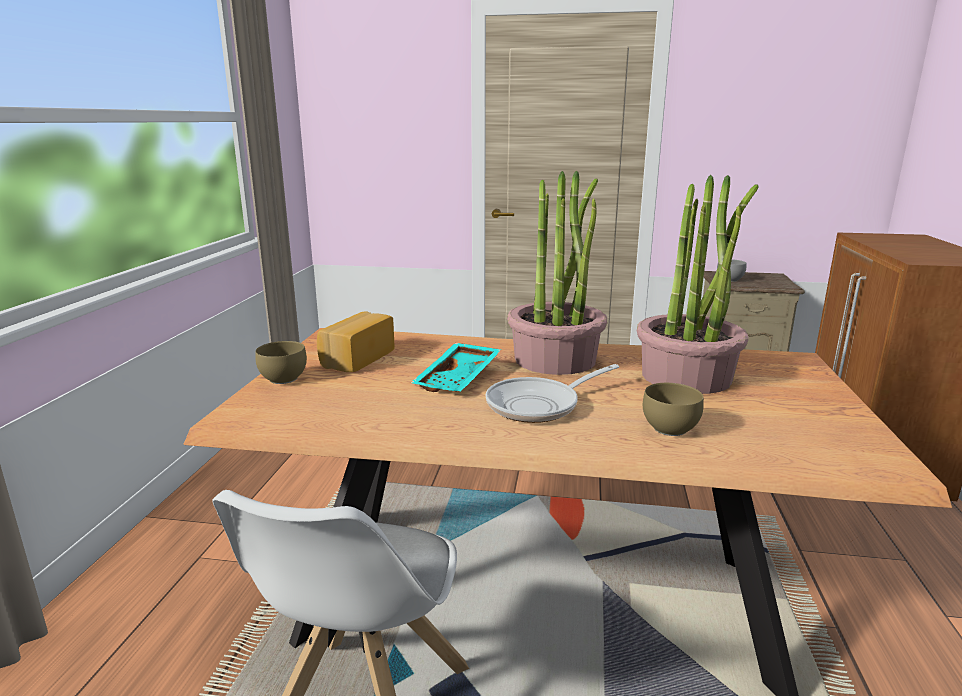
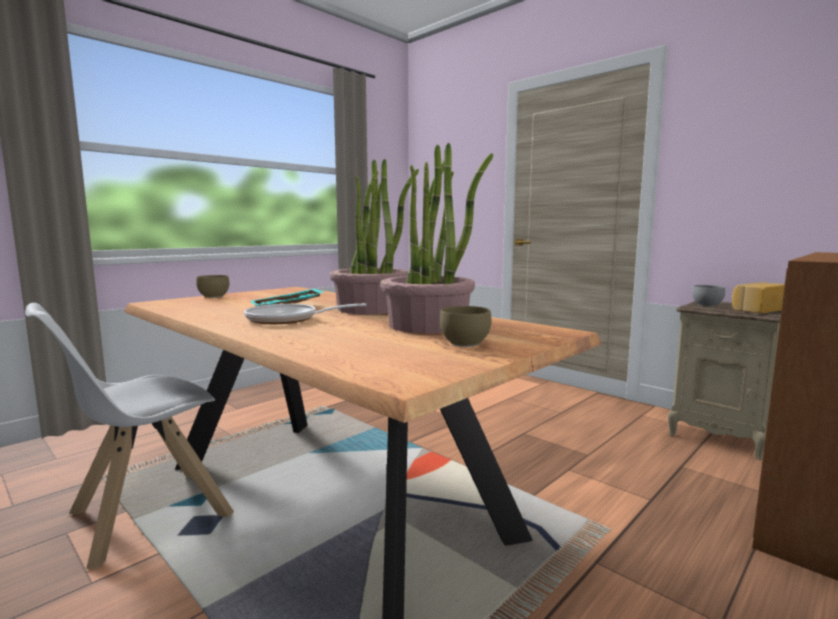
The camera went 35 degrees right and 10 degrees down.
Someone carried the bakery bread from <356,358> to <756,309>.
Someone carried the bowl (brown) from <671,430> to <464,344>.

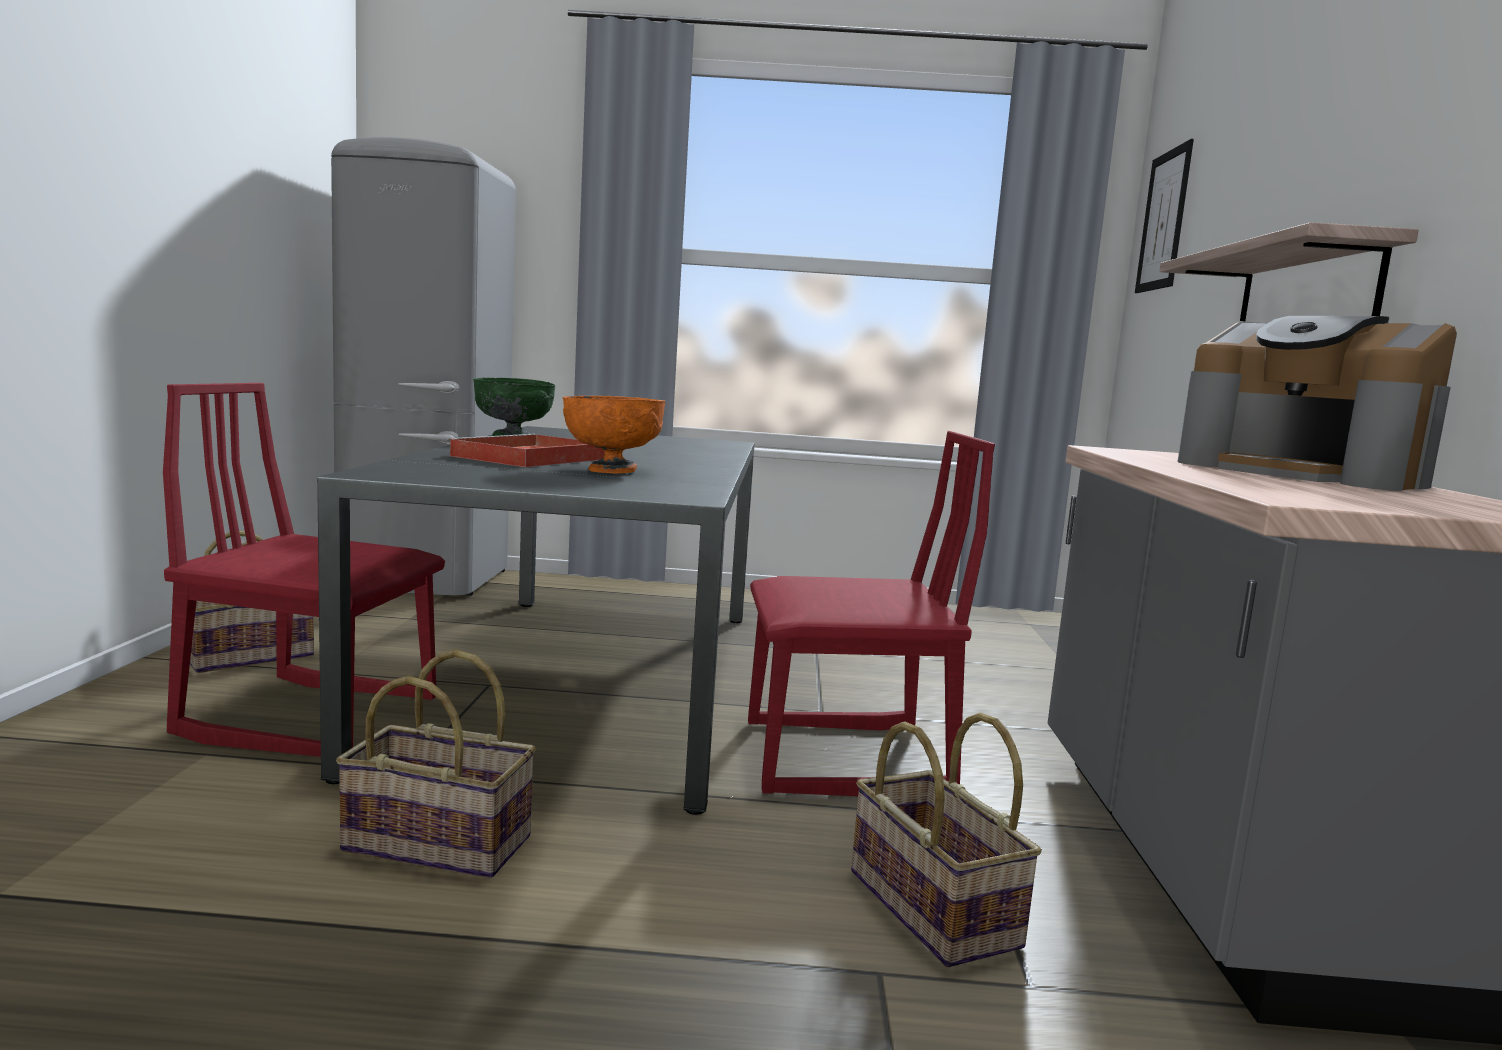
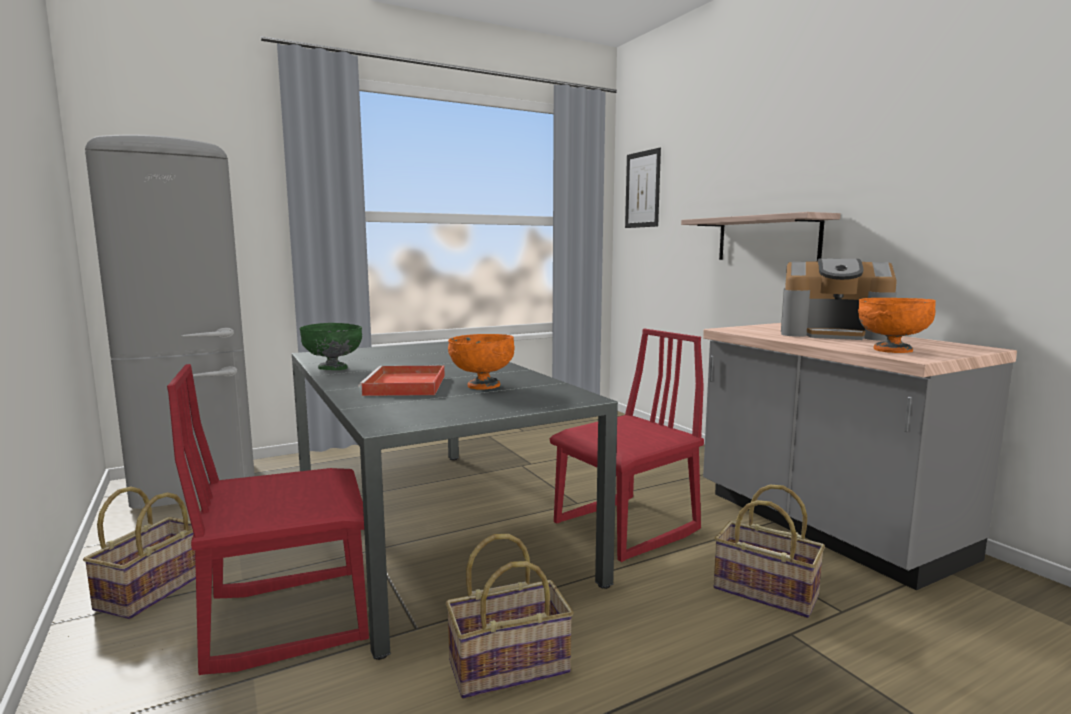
The camera went 30 degrees left and 0 degrees up.
Someone put down the bowl (orangey) at <891,350>.

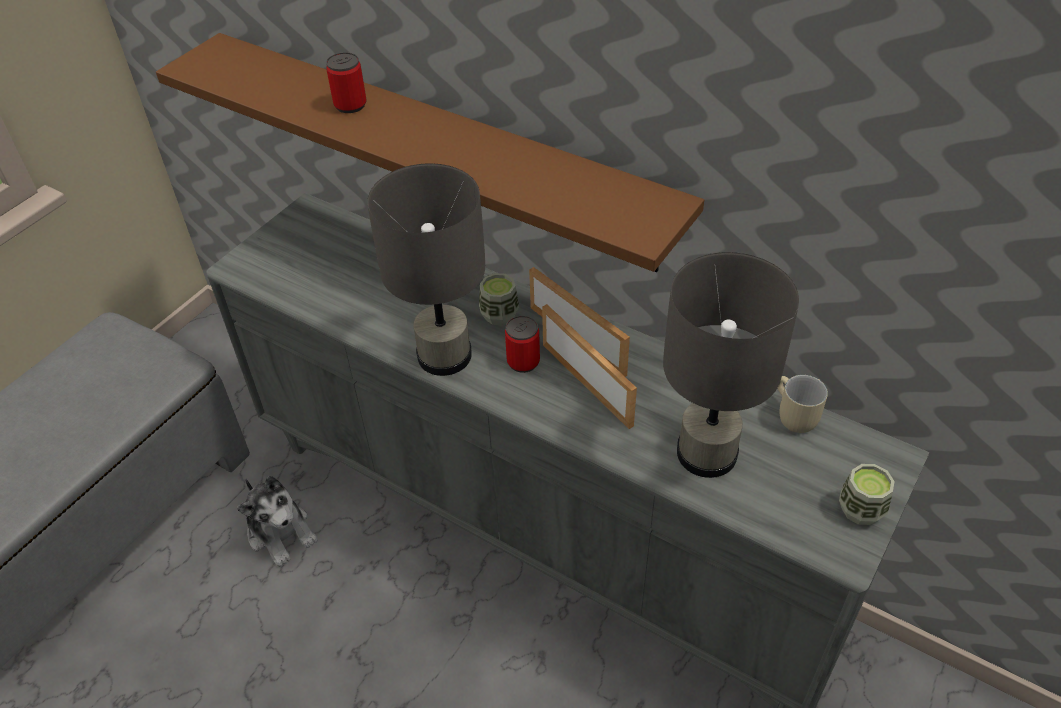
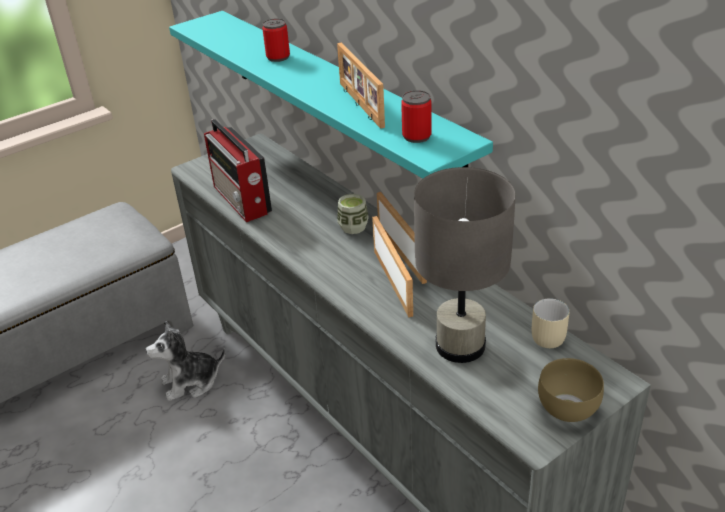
The camera went 20 degrees right and 10 degrees down.
Someone took away the table lamp (gray) at <445,356>.
Someone put down the radio set at <242,200>.
Someone put down the standing frame at <359,105>.
Someone carried the can from <523,361> to <416,136>.
Someone swapped the small cup at <860,509> for the bowl (brown) at <567,411>.
Someone repainted the wall shelf (brown) at <438,148>, which became the wall shelf (turquoise) at <336,98>.
Someone rotated the plush toy at <281,532> by 90 degrees clockwise.

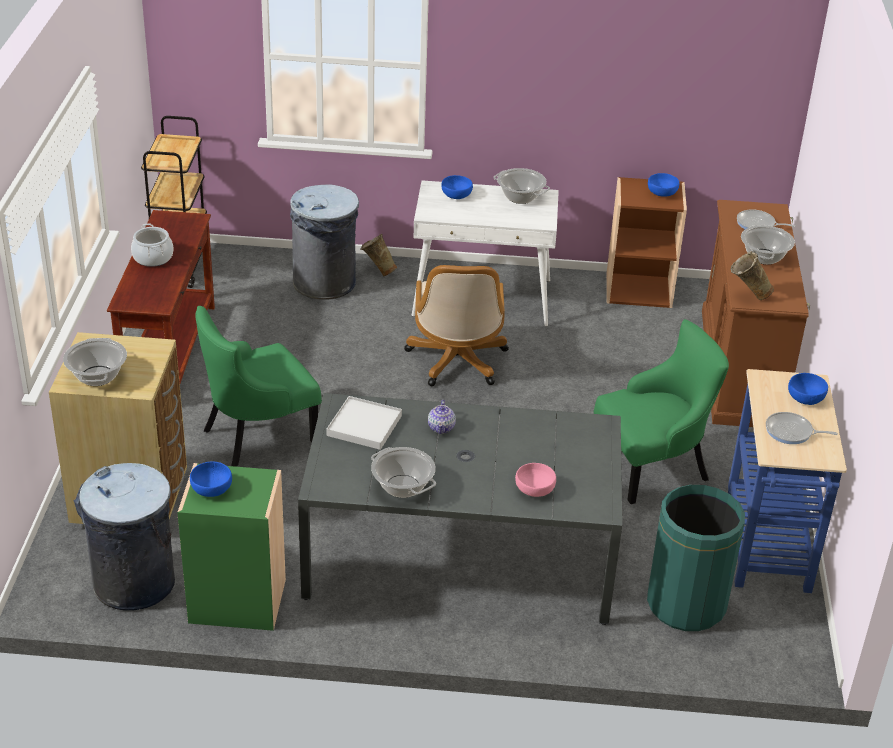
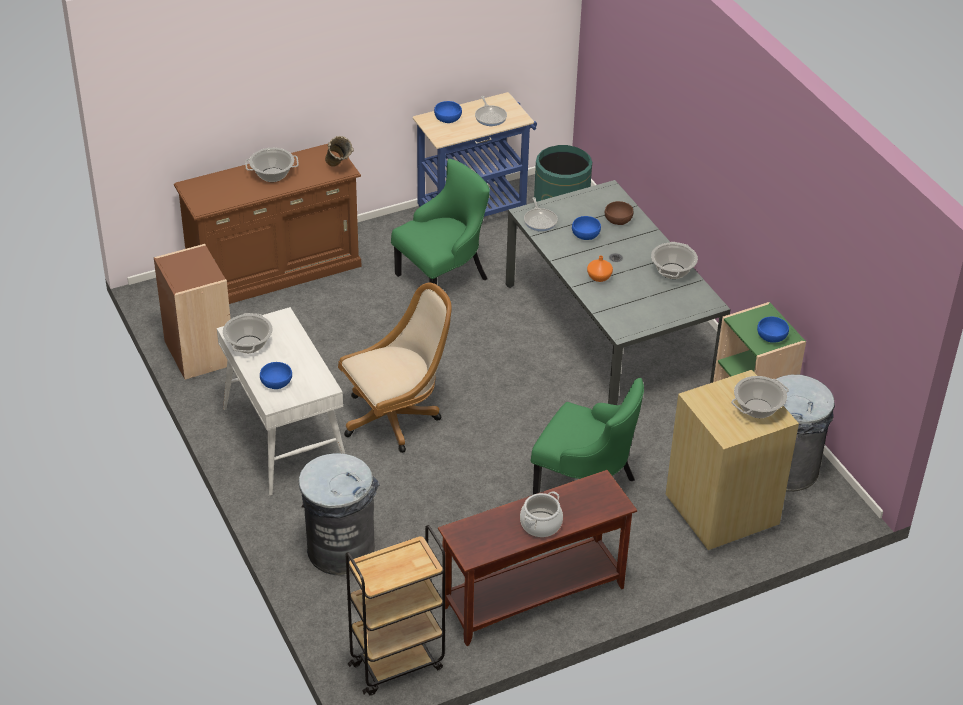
The camera went 120 degrees left and 5 degrees up.
Someone took away the serving tray (white) at <364,426>.
Someone took away the vase (beige-coloured) at <378,272>.
Someone carried the bowl (blue-coloured) from <662,193> to <585,234>.
Someone carried the pan from <757,224> to <540,220>.
Someone swapped the pot for tea at <441,427> for the vase (orangey) at <598,277>.
Someone repainted the bowl (pink) at <535,489>, which became the bowl (brown) at <618,219>.
Someone rotated the plain chair (green-coloured) at <650,470> by 105 degrees clockwise.

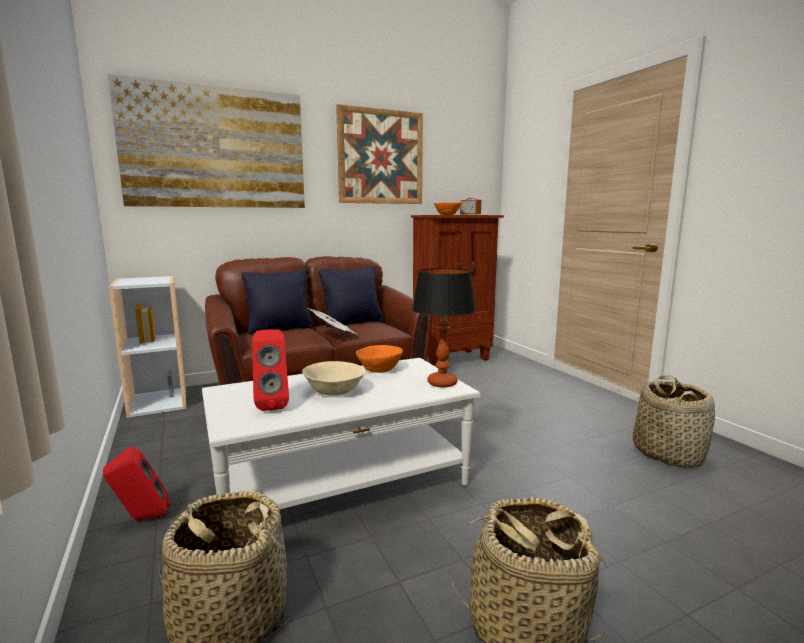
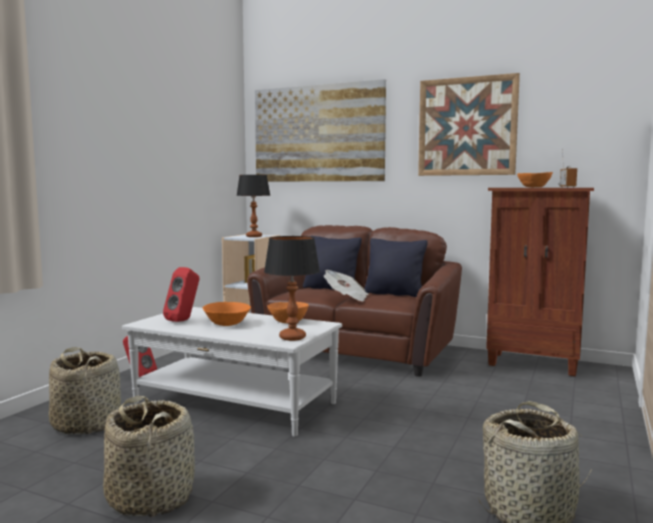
The camera went 50 degrees right and 5 degrees down.
Someone put down the table lamp at <253,236>.
Someone repainted the bowl (beige-coloured) at <333,391>, which became the bowl (orangey) at <226,323>.

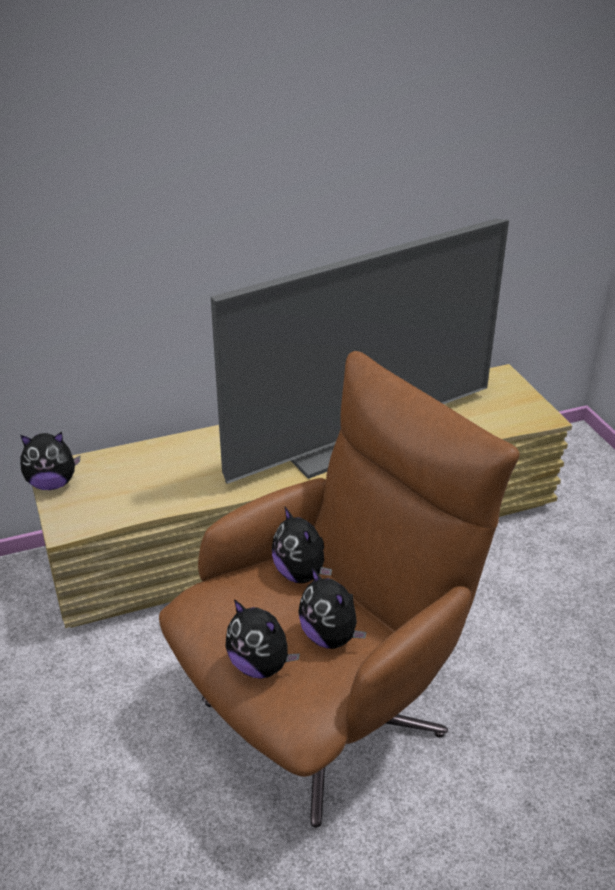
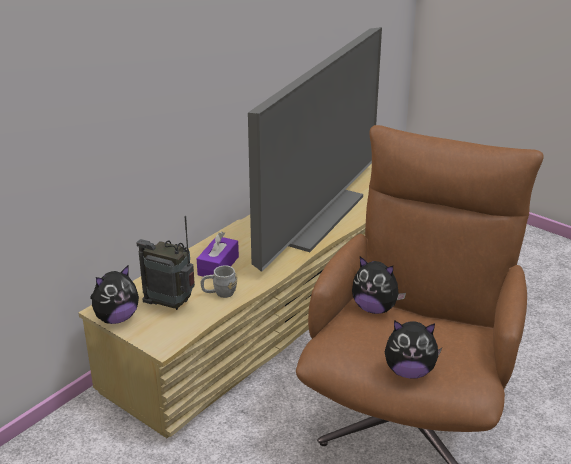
The camera went 30 degrees left and 5 degrees down.
Someone took away the plush toy at <330,637>.
Someone put down the radio set at <170,304>.
Someone put down the box of tissues (purple) at <218,266>.
Someone put down the tea mug (gray) at <219,293>.

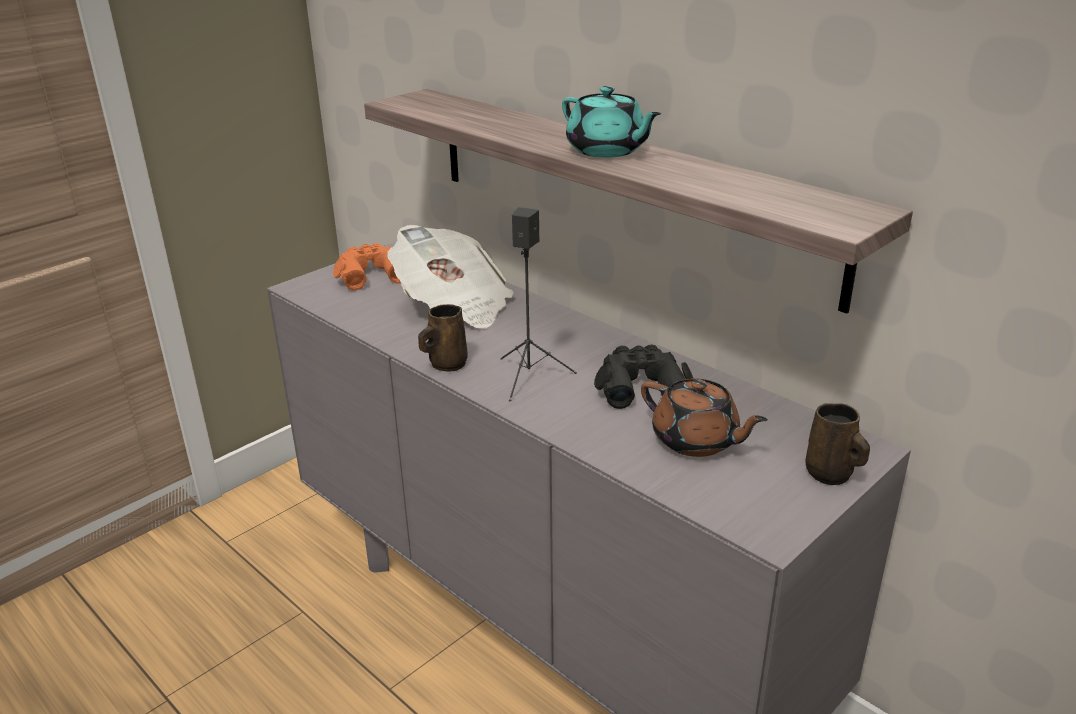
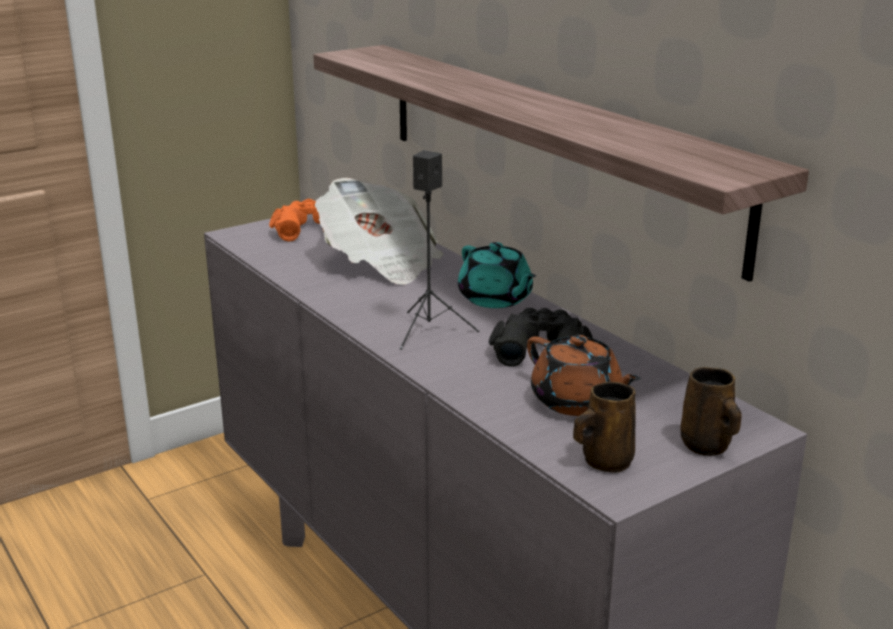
The camera went 10 degrees right and 5 degrees down.
Someone carried the tea mug (brown) from <446,364> to <604,461>.
Someone carried the pot for tea (turquoise) from <607,150> to <495,299>.

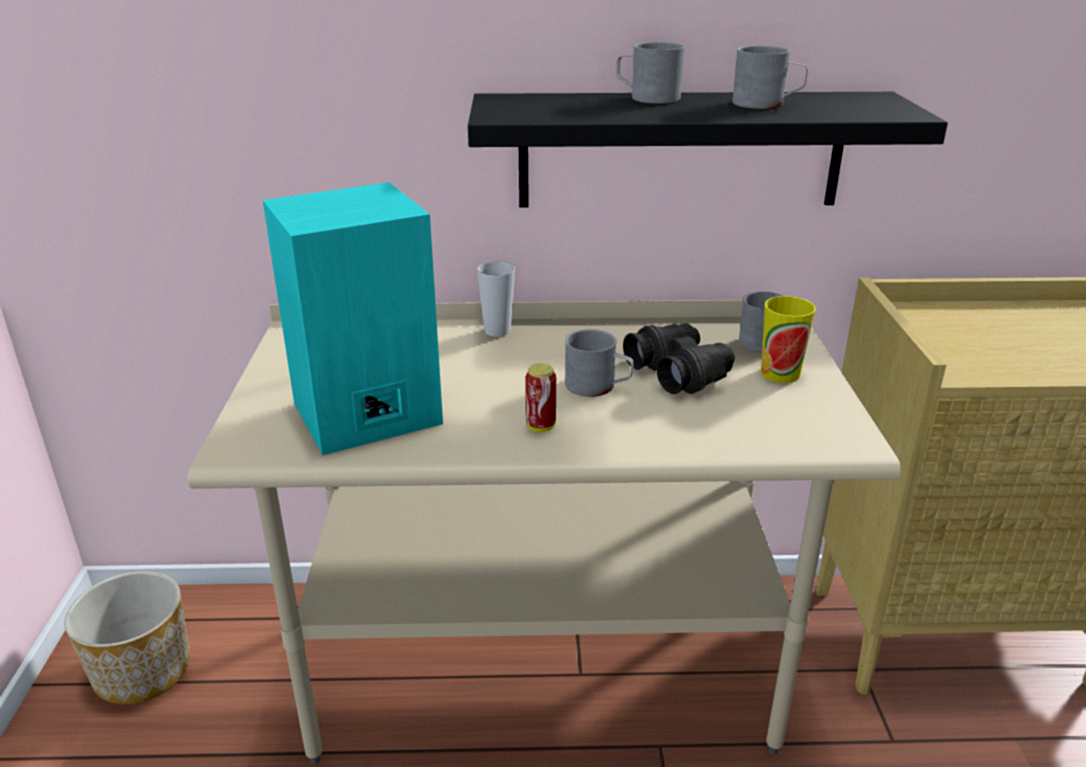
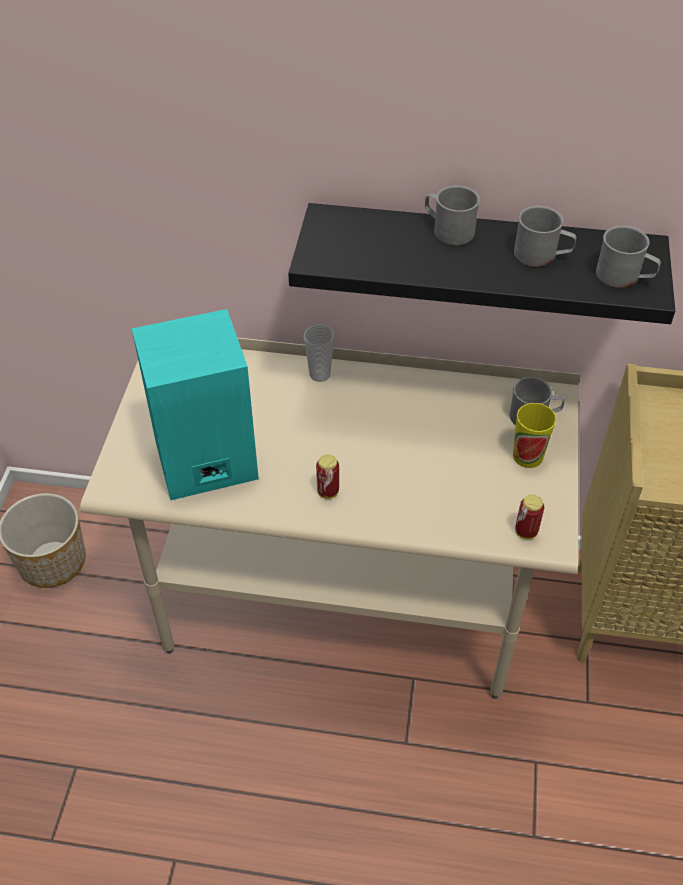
The camera went 10 degrees right and 20 degrees up.
Someone took away the pair of binoculars (black) at <679,372>.
Someone put down the can at <526,532>.
Someone carried the tea mug (gray) from <597,386> to <624,277>.

